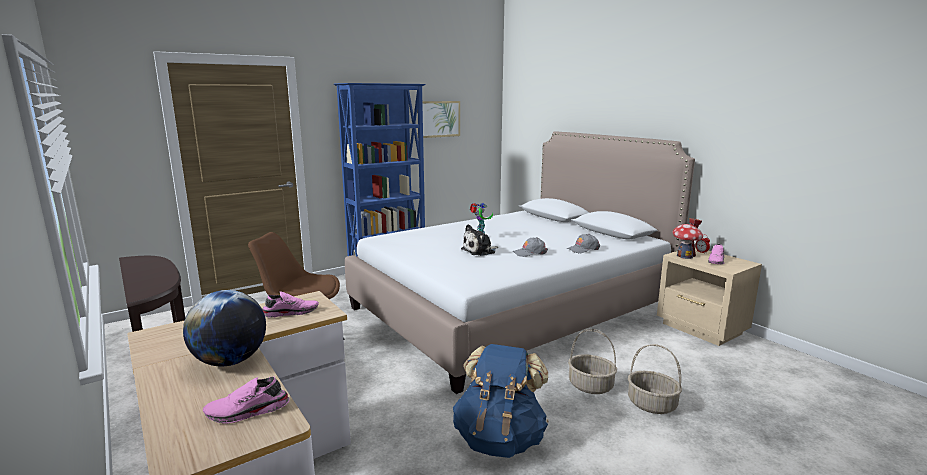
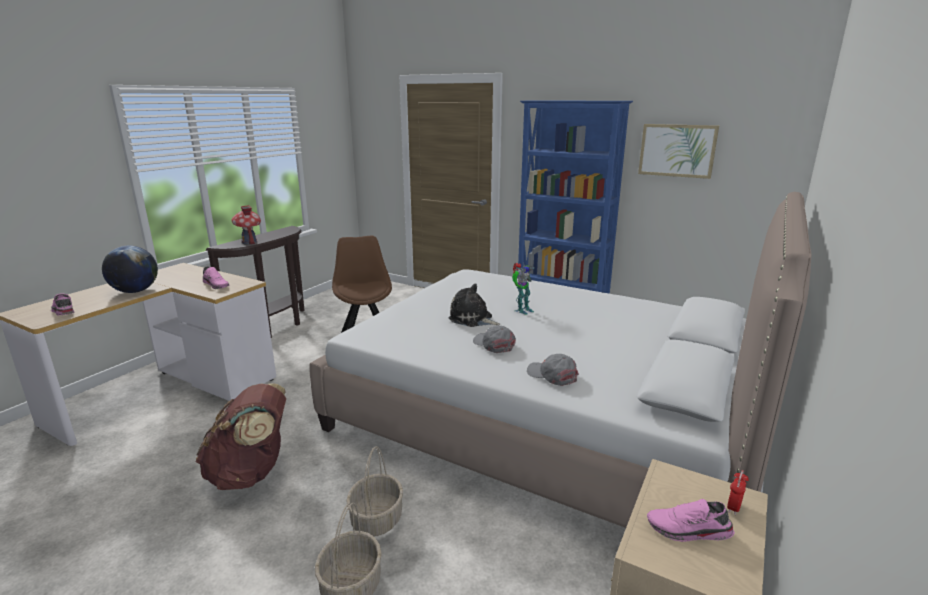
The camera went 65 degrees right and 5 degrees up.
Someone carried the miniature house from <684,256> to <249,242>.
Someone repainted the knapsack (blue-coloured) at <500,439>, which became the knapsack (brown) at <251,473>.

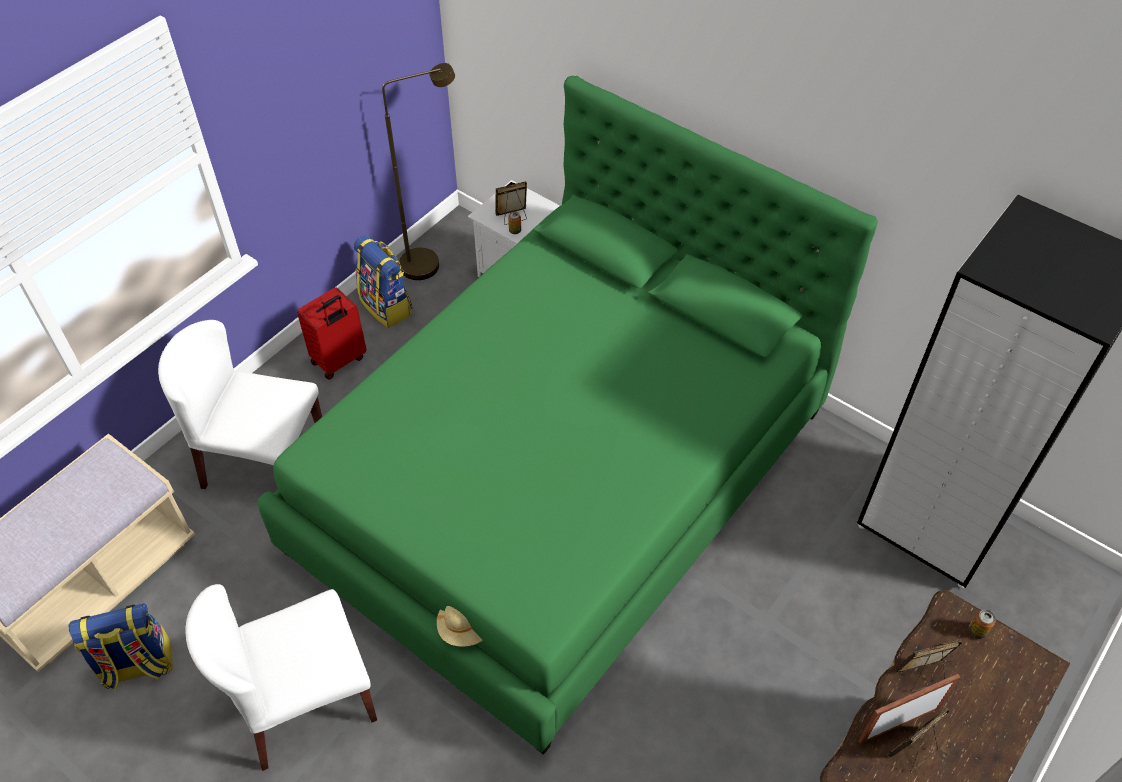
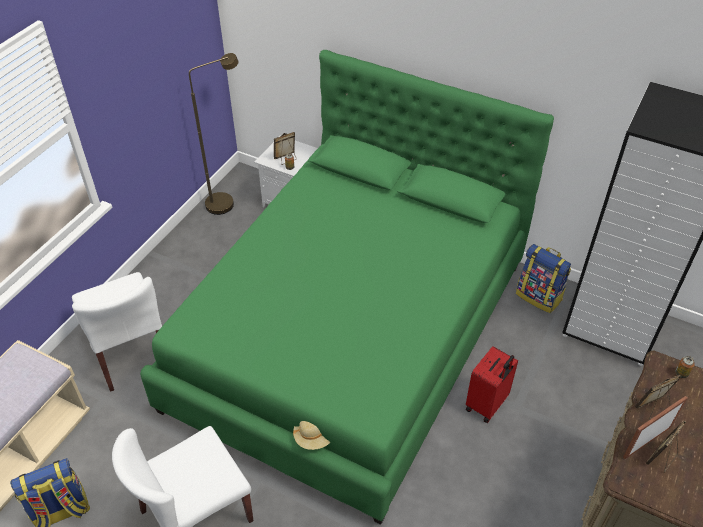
The camera went 10 degrees left and 5 degrees down.
Someone carried the suitcase (red) from <339,361> to <487,404>.
Someone carried the knapsack from <387,306> to <539,297>.
Someone rotated the plain chair (white) at <263,462> by 120 degrees counterclockwise.

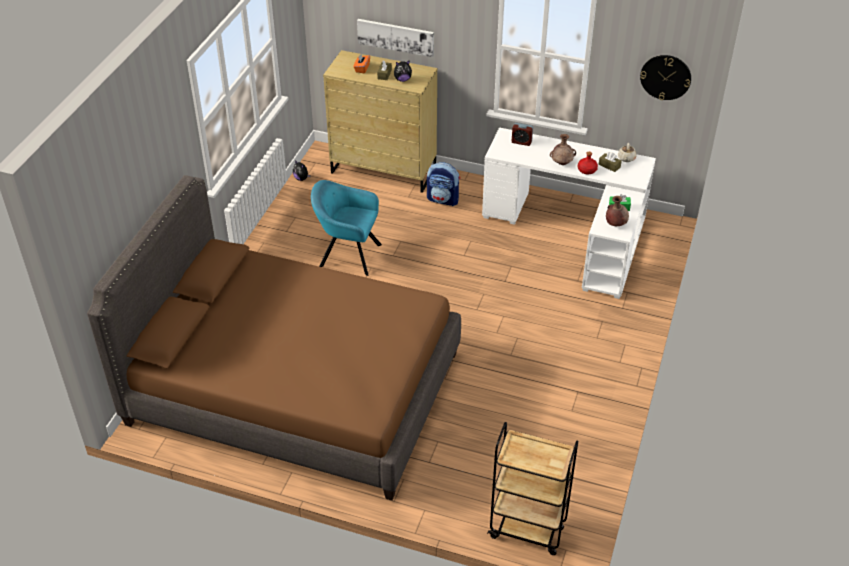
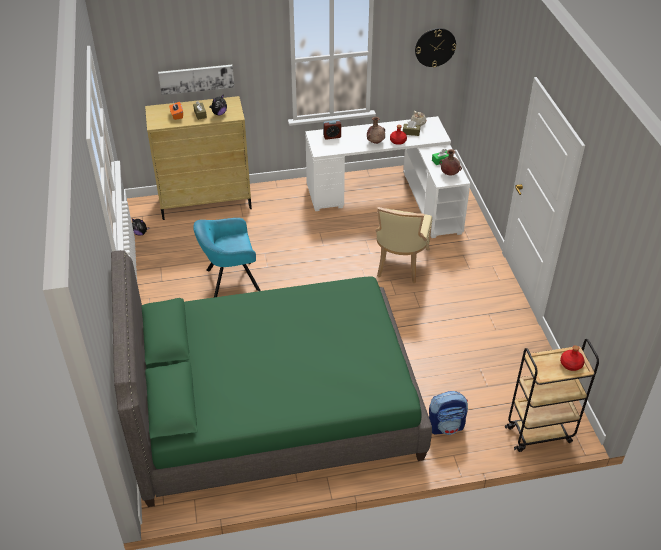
The camera went 30 degrees left and 0 degrees up.
Someone put down the plain chair (beige-coloured) at <400,264>.
Someone put down the beverage bottle (red) at <571,364>.
Someone carried the knapsack from <443,199> to <446,426>.
Someone repainted the bed (brown) at <294,389>, which became the bed (green-coloured) at <273,407>.

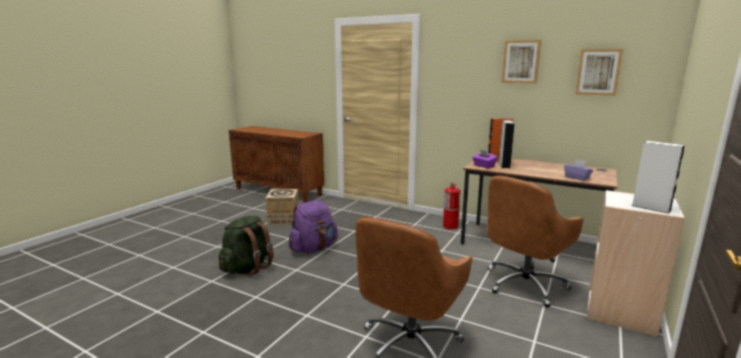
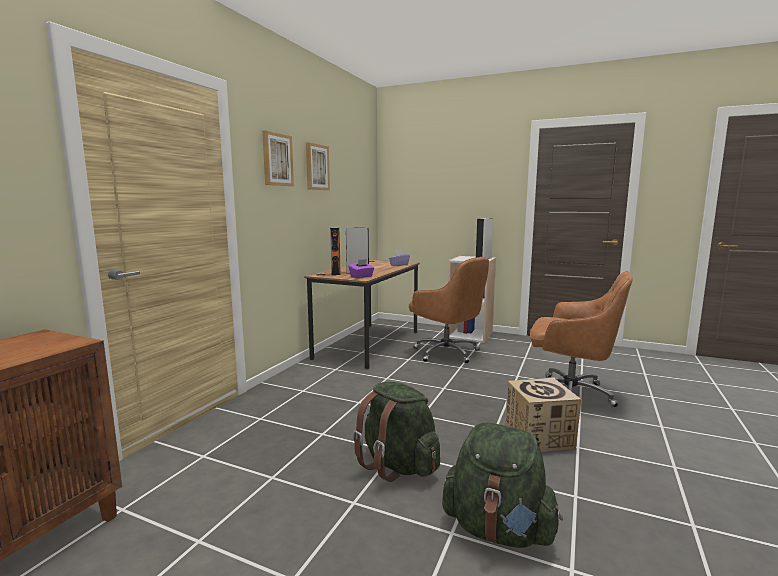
The camera went 95 degrees left and 5 degrees down.
Someone took away the extinguisher at <450,226>.
Someone carried the packing box from <283,219> to <539,437>.
Someone carried the wall art from <598,72> to <277,160>.
Someone repainted the knapsack (purple) at <313,248>, which became the knapsack (green-coloured) at <397,465>.

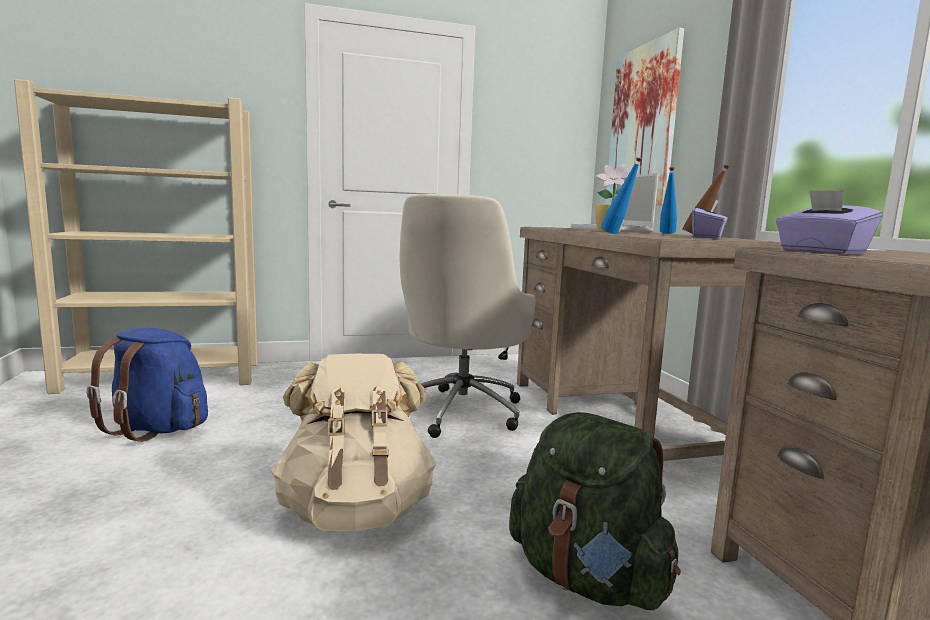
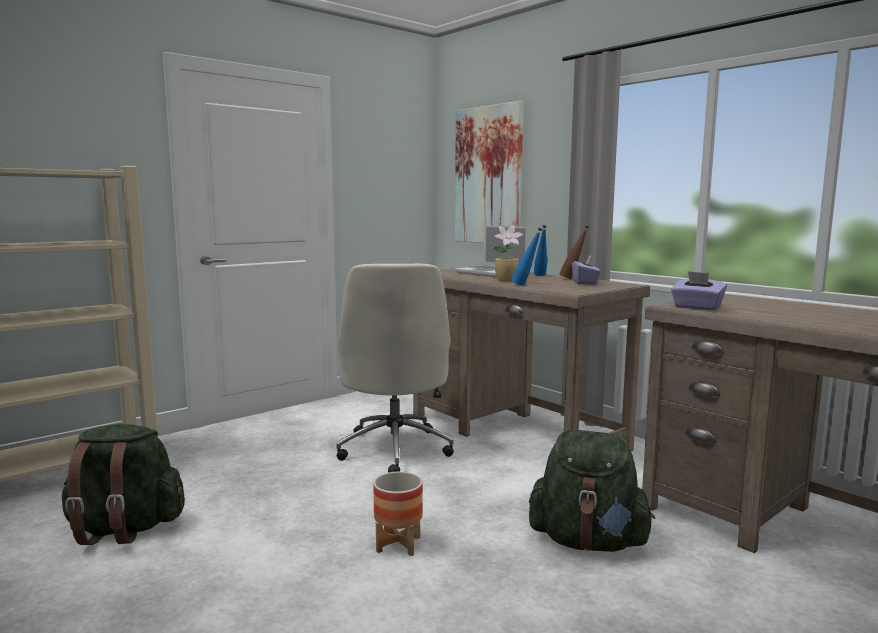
The camera went 25 degrees left and 0 degrees up.
Someone swapped the knapsack (beige-coloured) at <356,510> for the planter at <398,544>.
Someone repainted the knapsack (blue-coloured) at <157,429>, which became the knapsack (green-coloured) at <124,529>.

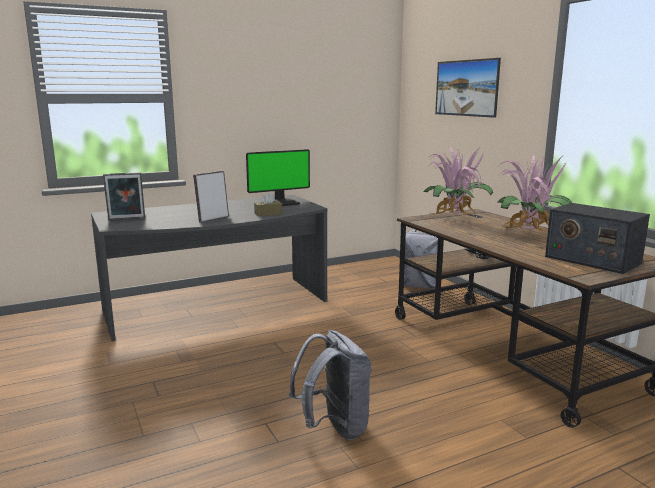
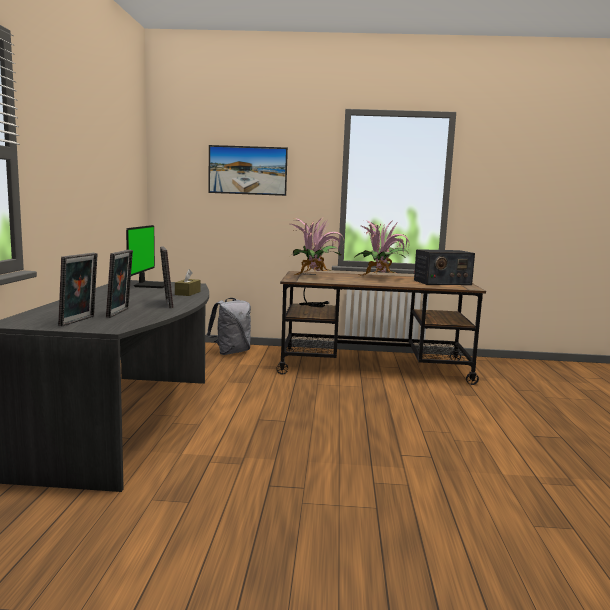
The camera went 60 degrees left and 5 degrees down.
Someone took away the knapsack (gray) at <334,428>.
Someone put down the standing frame at <120,313>.

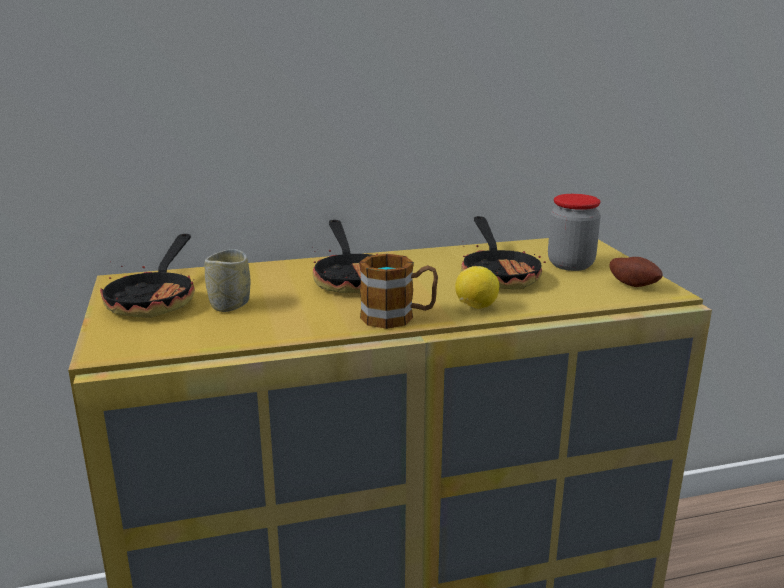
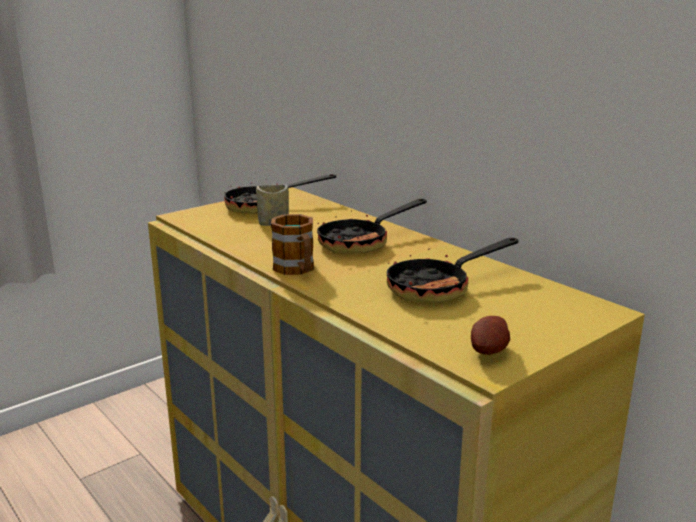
The camera went 65 degrees right and 0 degrees up.
Someone took away the citrus fruit at <476,307>.
Someone took away the storage jar at <570,265>.

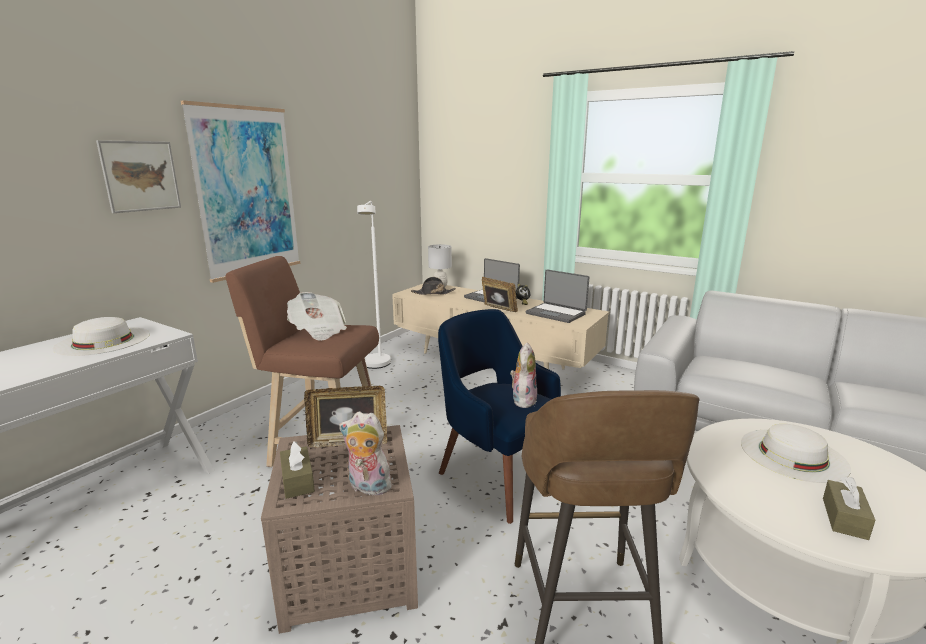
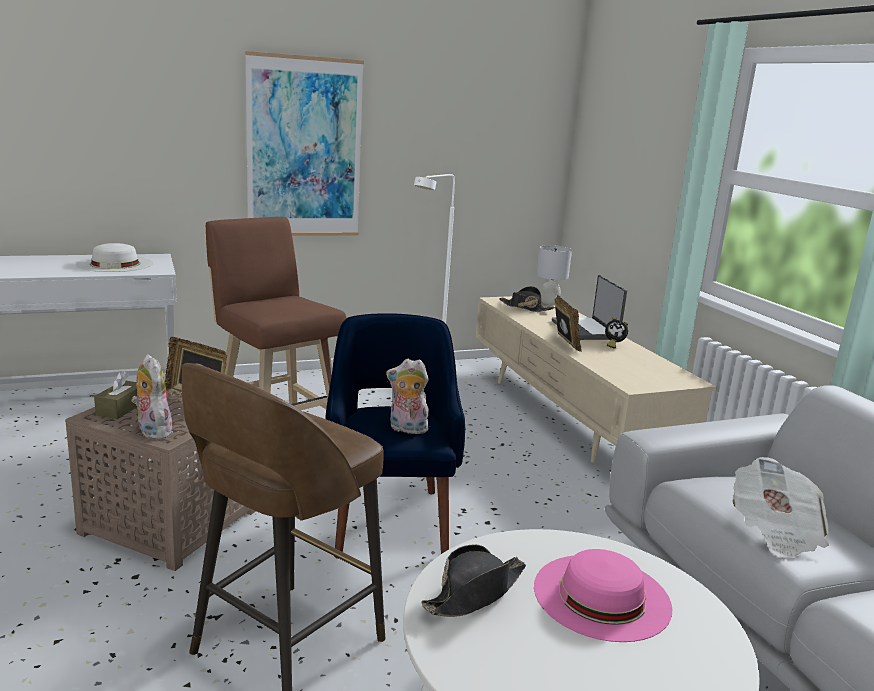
The camera went 35 degrees right and 0 degrees up.
Someone took away the wall art at <140,176>.
Someone took away the portable computer at <556,313>.
Someone took away the box of tissues (brown) at <844,518>.
Someone put down the hat (black) at <475,592>.
Someone carried the newspaper from <318,331> to <775,531>.
Someone repainted the hat (white) at <793,454>, which became the hat (pink) at <602,596>.
Someone rotated the plush toy at <523,400> by 135 degrees counterclockwise.

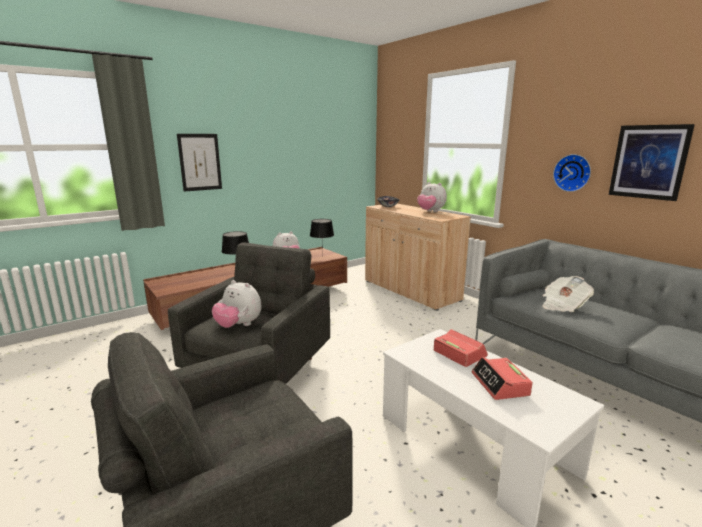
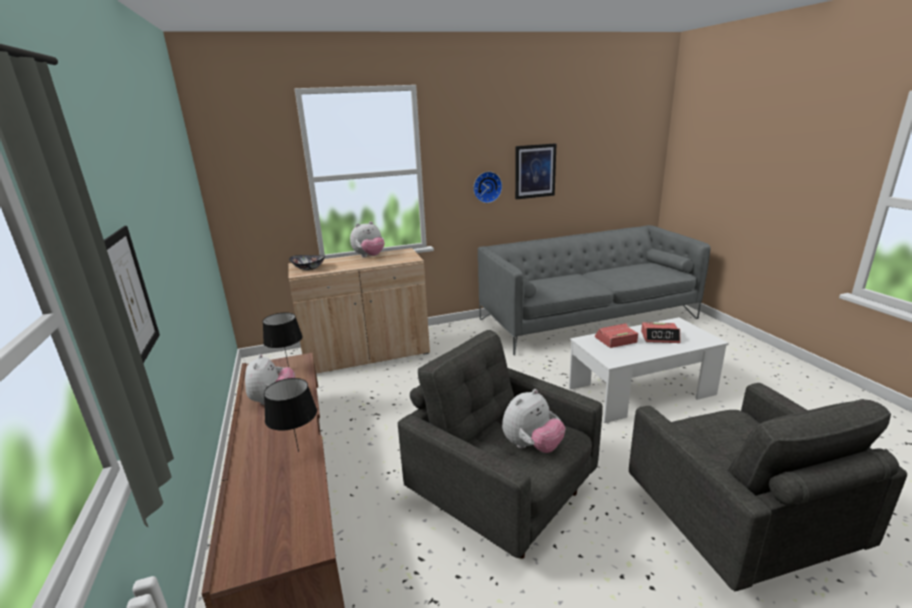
The camera went 70 degrees left and 5 degrees up.
Someone took away the newspaper at <563,305>.

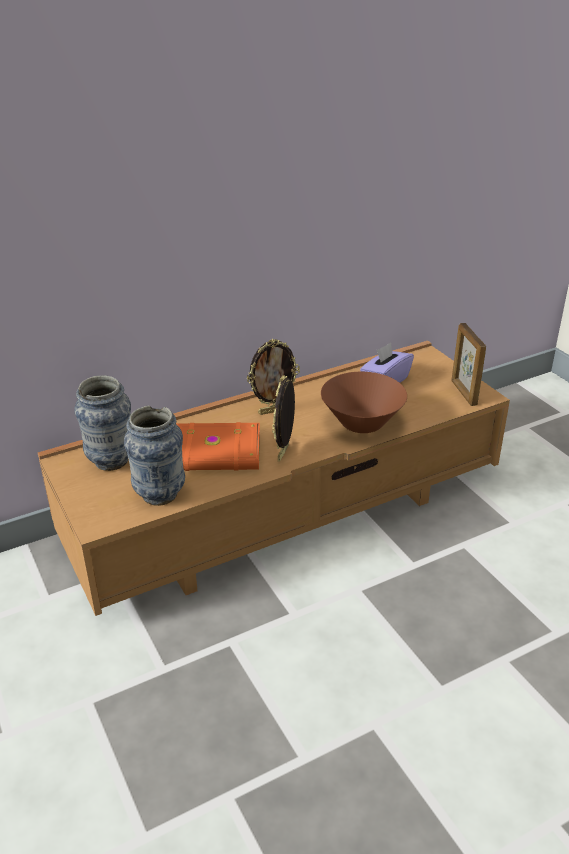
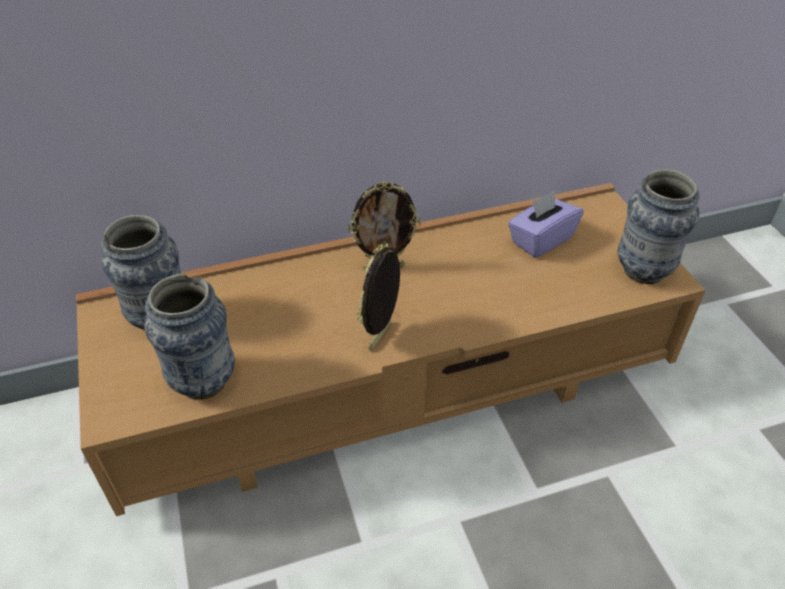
The camera went 10 degrees right and 10 degrees up.
Someone took away the book (orangey) at <213,452>.
Someone took away the bowl (brown) at <362,423>.
Someone swapped the standing frame at <463,393> for the vase at <643,271>.

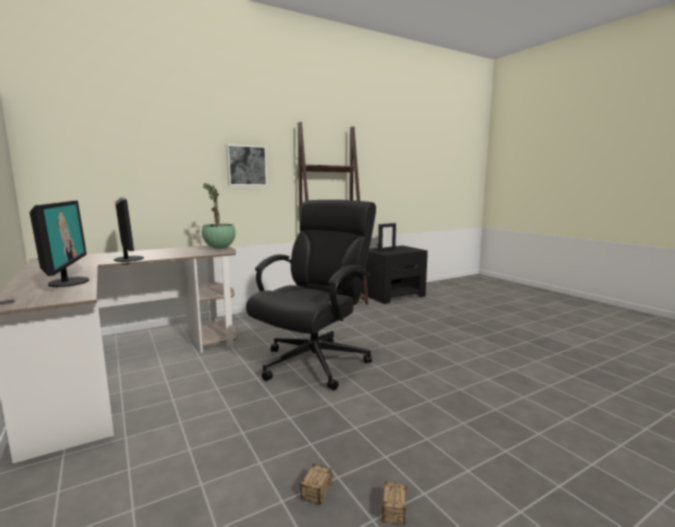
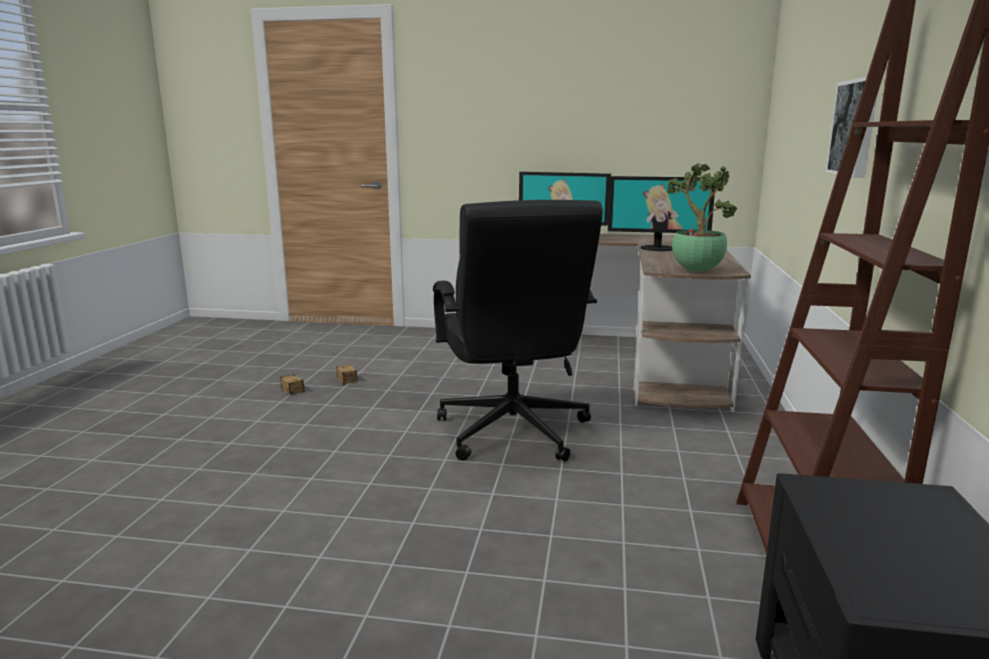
The camera went 130 degrees right and 5 degrees up.
Someone took away the standing frame at <386,250>.

